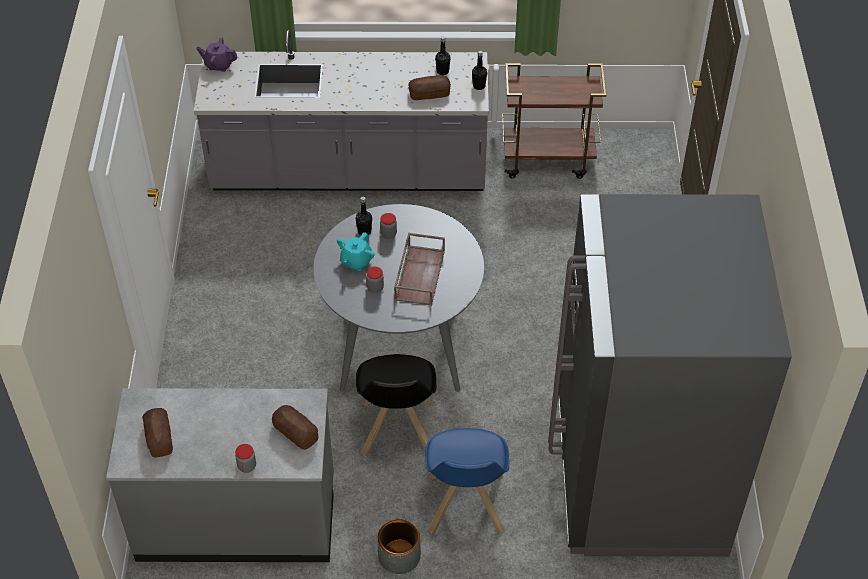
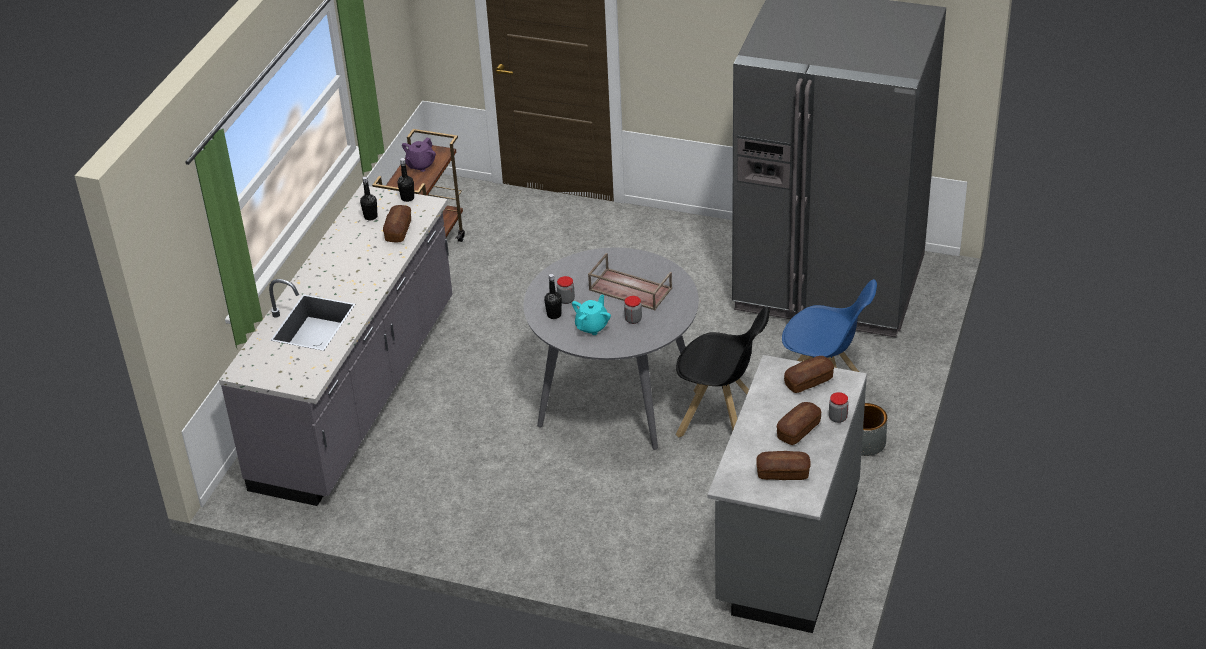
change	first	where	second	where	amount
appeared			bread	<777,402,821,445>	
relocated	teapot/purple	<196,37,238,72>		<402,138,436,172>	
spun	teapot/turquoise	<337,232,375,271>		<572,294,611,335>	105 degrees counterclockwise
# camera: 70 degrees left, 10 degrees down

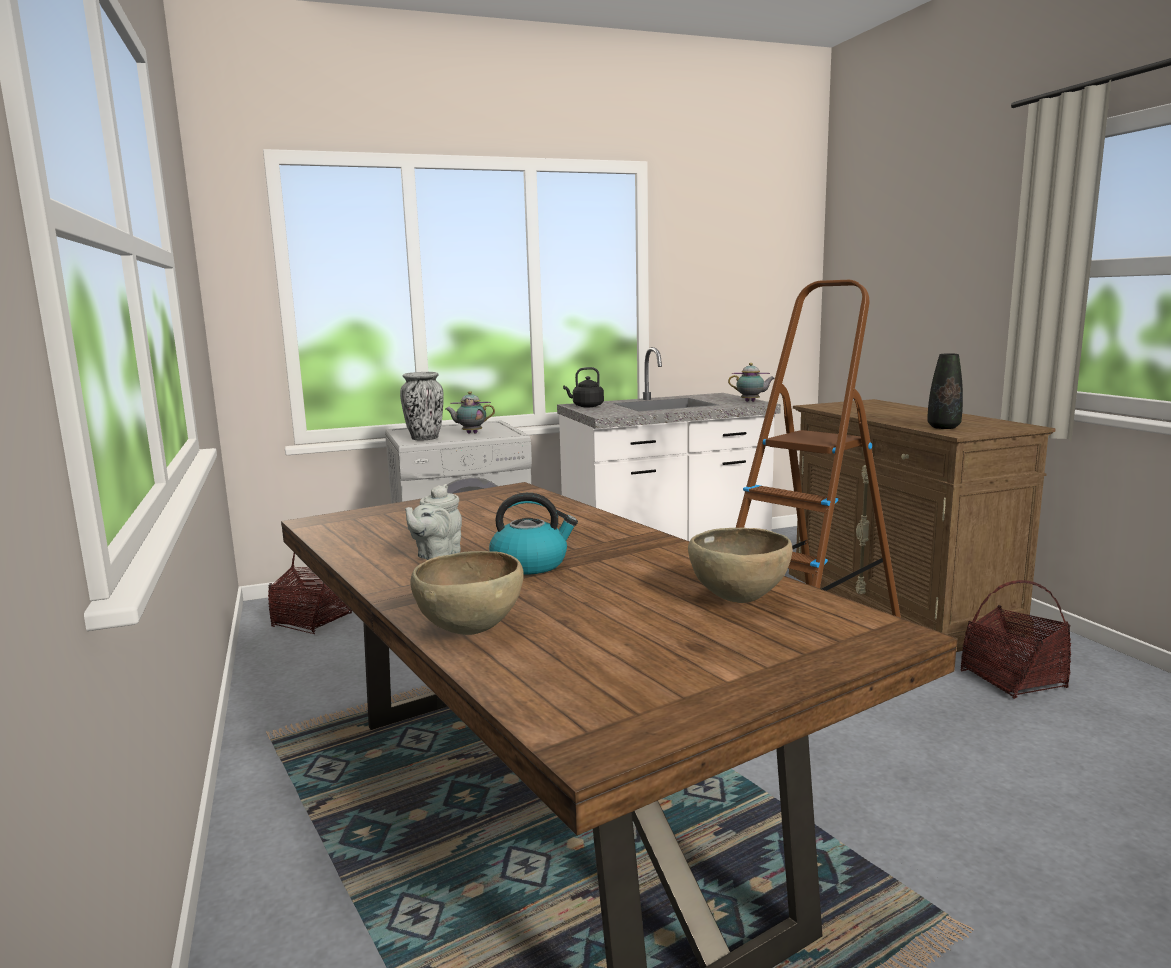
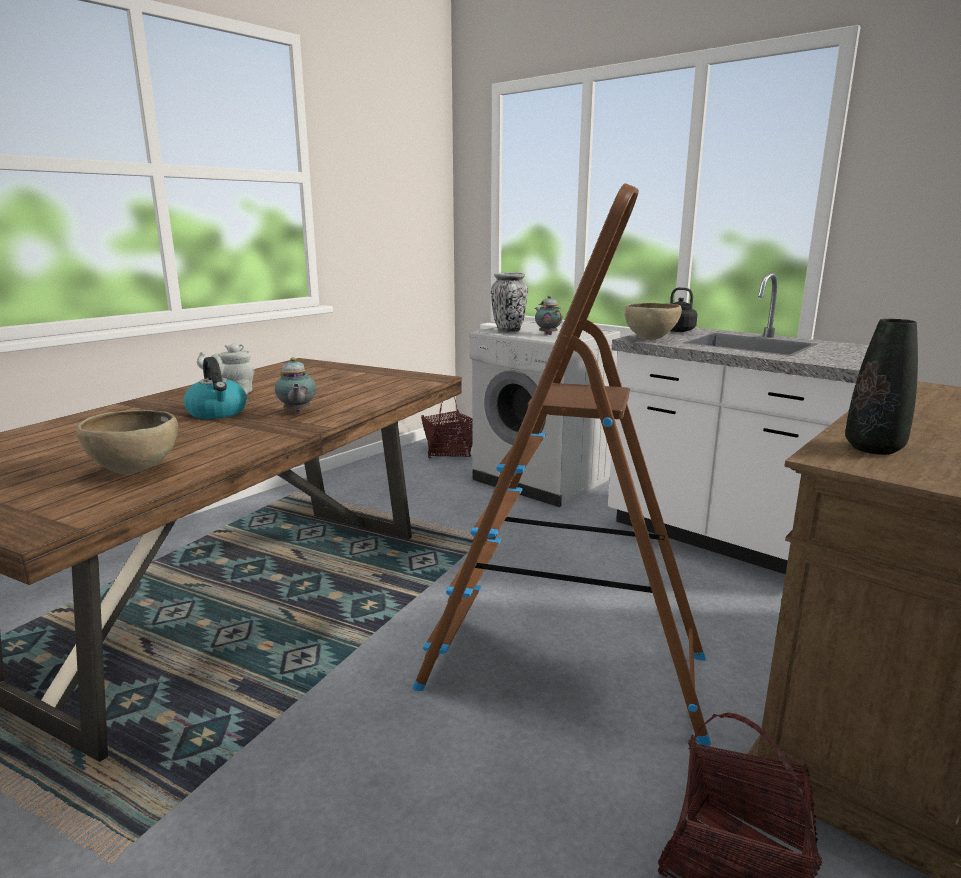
change	first	where	second	where	amount
relocated	bowl/brown	<410,551,524,635>		<624,303,682,340>	
relocated	teapot	<728,363,775,402>		<275,357,316,414>	
# camera: 60 degrees right, 5 degrees up

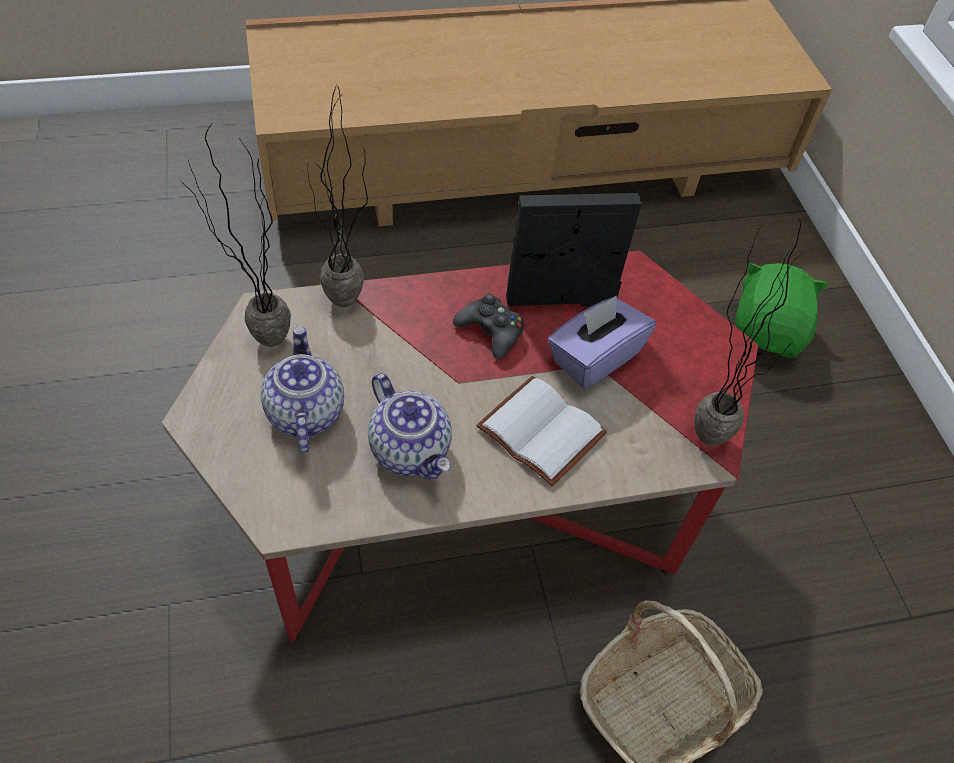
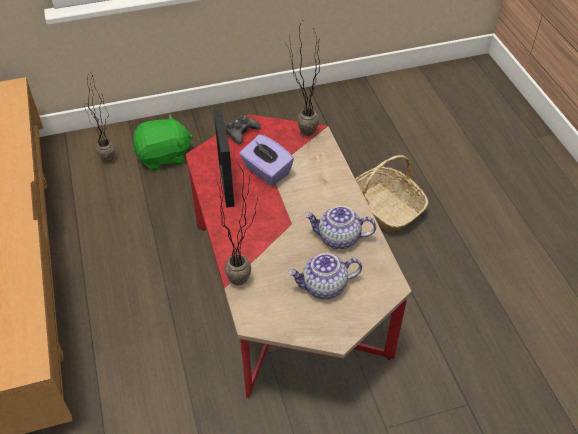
change	first	where	second	where	amount
missing	book/white	<476,376,607,486>			
relocated	potted plant	<180,124,291,347>		<84,72,115,162>	
relocated	game controller/black	<453,294,524,359>		<226,115,261,144>	
spun	teapot	<368,373,452,480>		<305,206,376,249>	135 degrees counterclockwise
spun	plush toy/green	<735,262,829,358>		<133,114,193,171>	150 degrees clockwise
# camera: 90 degrees left, 5 degrees down

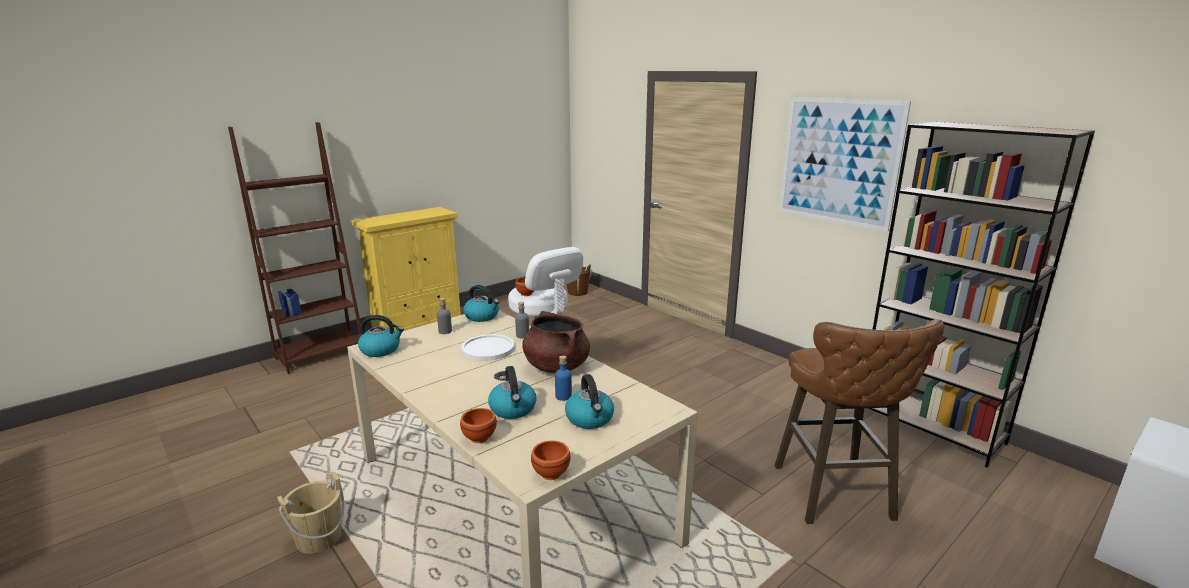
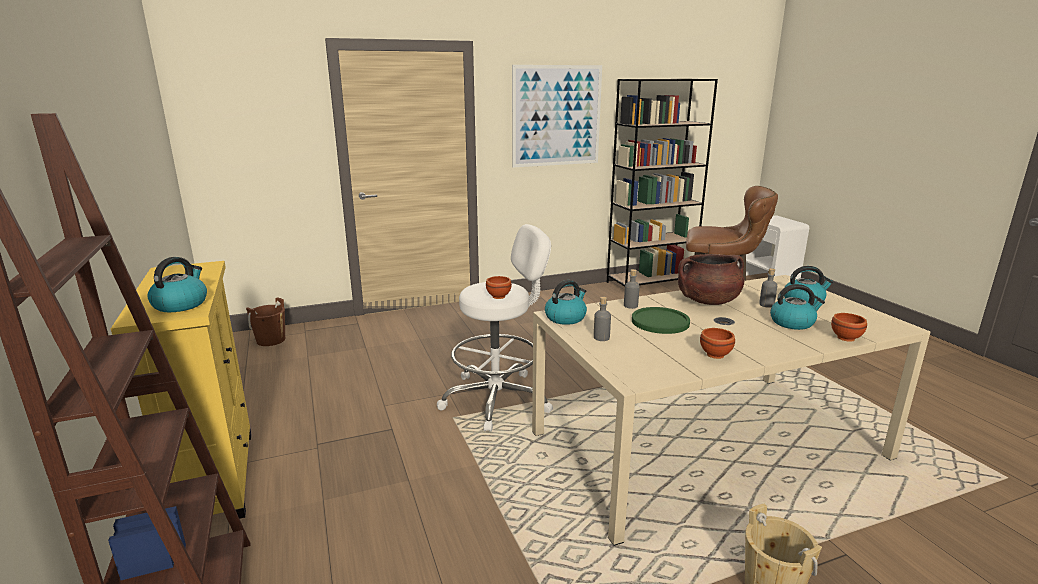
change	first	where	second	where	amount
relocated	kettle	<358,315,404,357>		<147,257,207,312>	
relocated	bowl/brown	<531,440,570,480>		<700,328,735,359>	
colour	plate/white	<461,334,515,361>	plate/green	<632,307,690,334>	
colour	bottle/blue	<555,356,572,401>	bottle/grey	<759,268,777,308>	
# camera: 70 degrees left, 0 degrees up

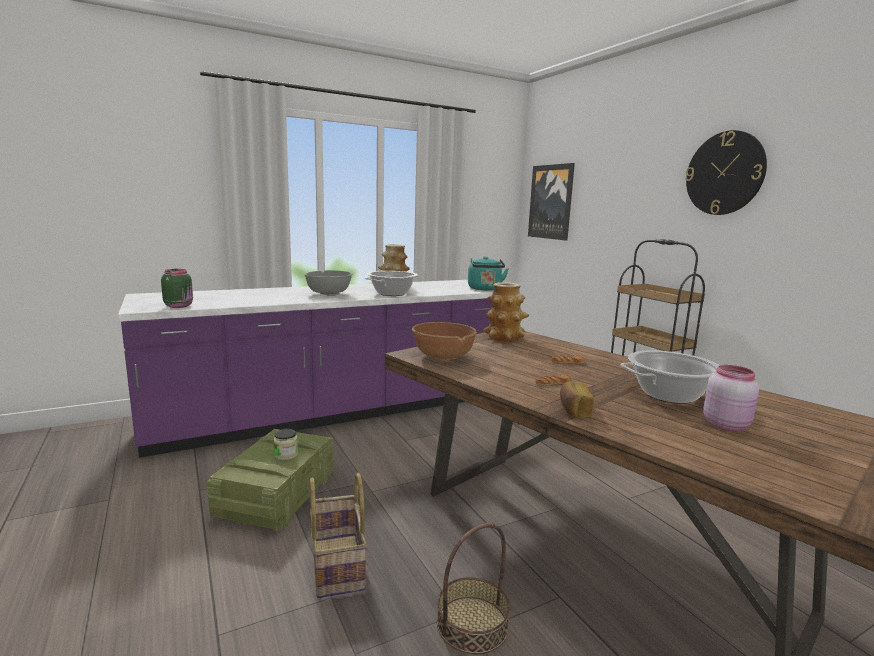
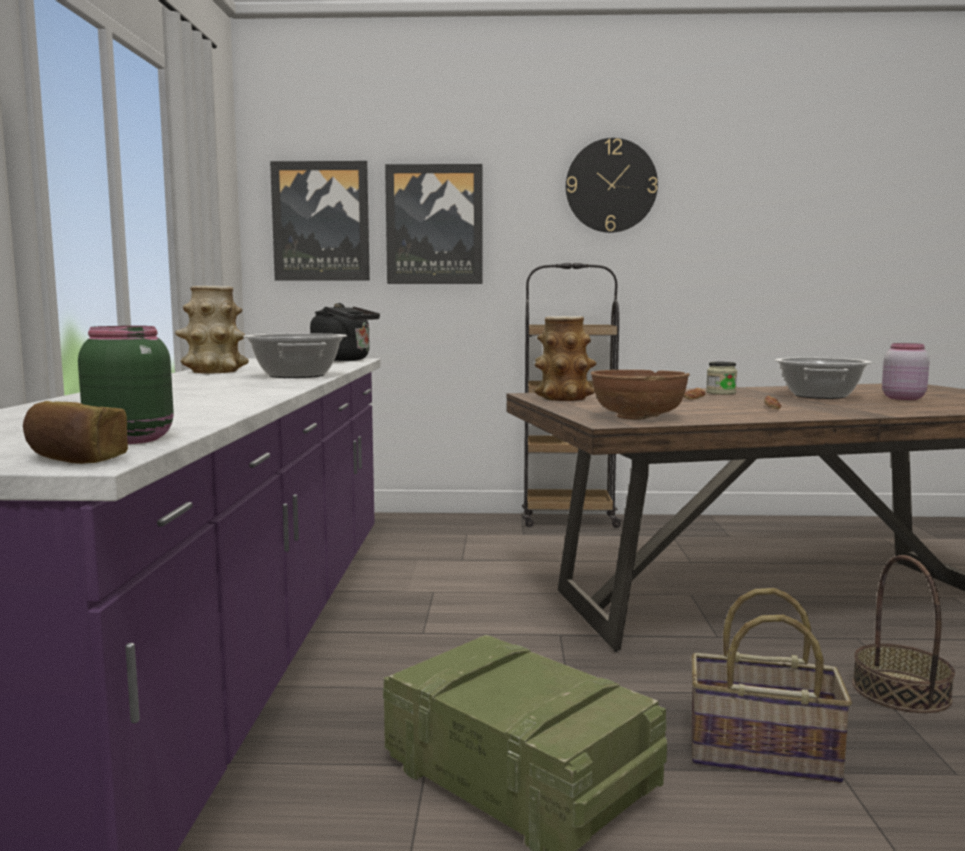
change	first	where	second	where	amount
missing	bowl/grey	<304,270,352,296>			
appeared			picture	<385,164,482,284>	
relocated	jar	<274,429,298,460>		<706,362,737,395>	
relocated	bread	<560,382,594,418>		<23,401,128,464>	
colour	kettle/turquoise	<468,256,509,290>	kettle/black	<310,303,380,361>	
# camera: 60 degrees left, 5 degrees down

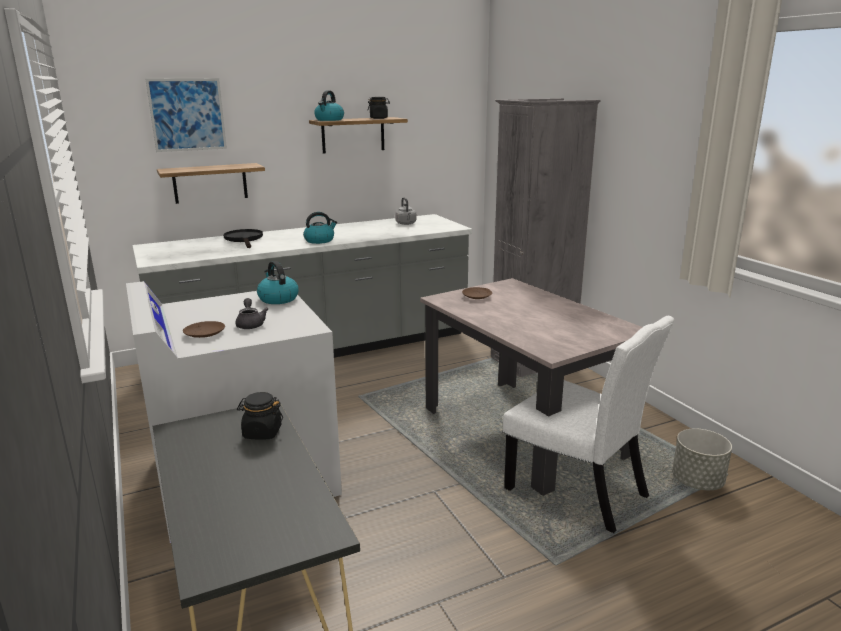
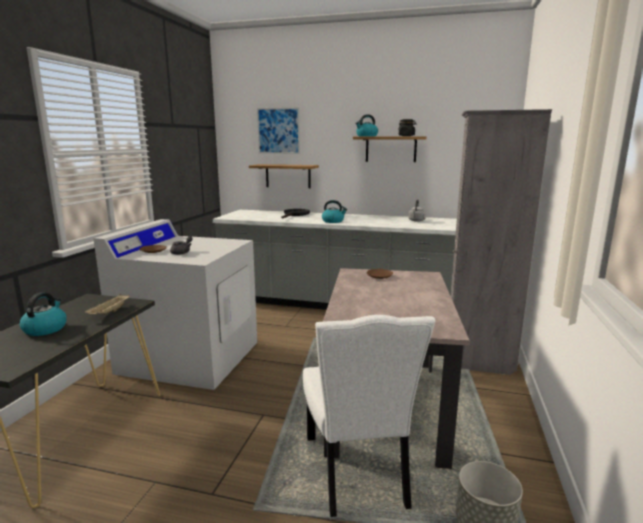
change	first	where	second	where	amount
relocated	kettle	<257,261,299,304>		<20,292,67,336>	
exchanged	jar/black	<237,392,283,440>	tray/beige	<85,294,130,314>	
# camera: 40 degrees right, 5 degrees down

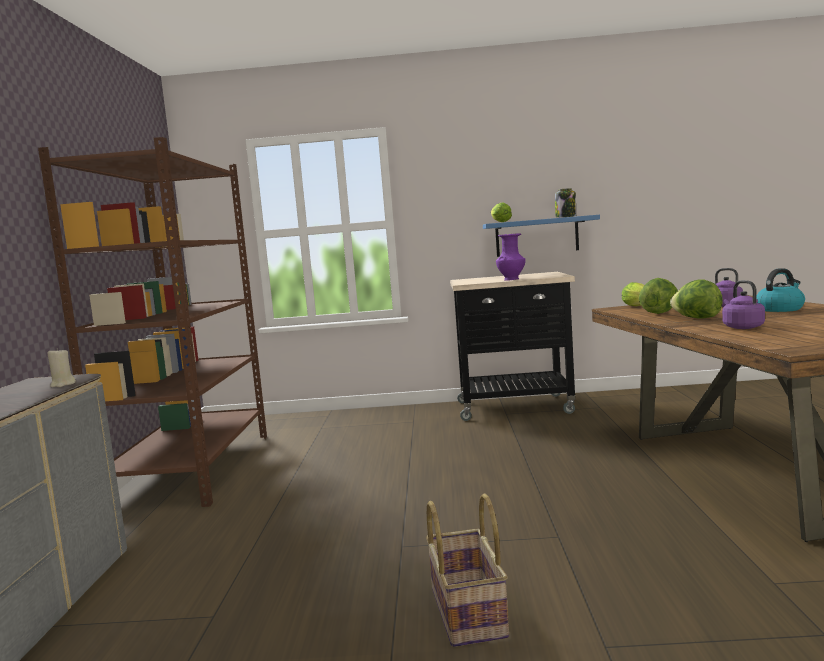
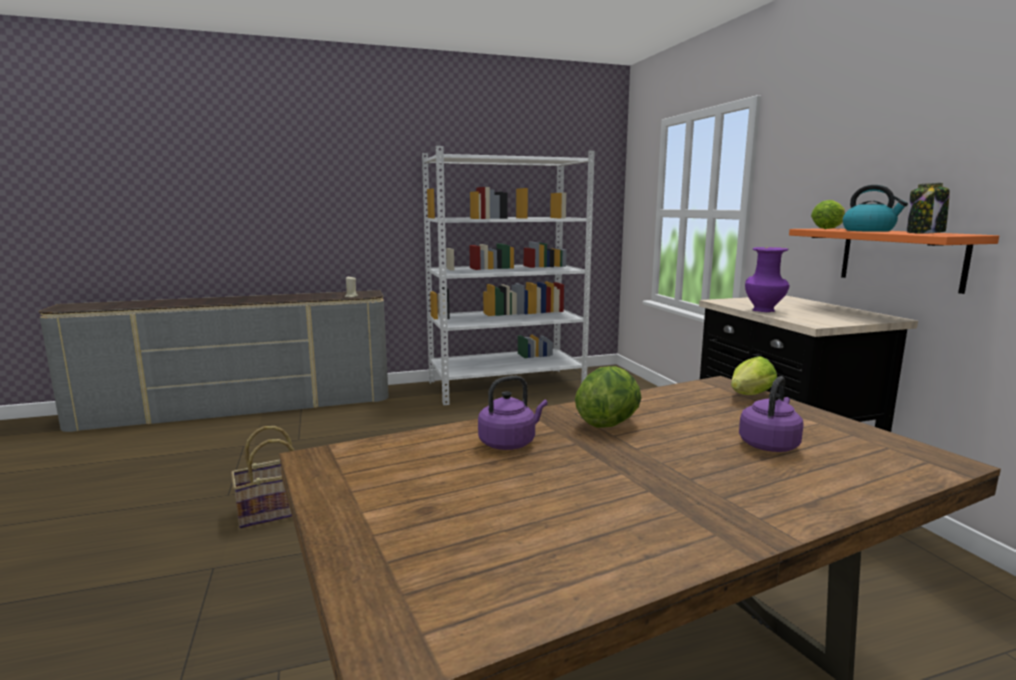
change	first	where	second	where	amount
missing	lettuce	<639,278,678,314>			
relocated	kettle	<756,268,805,312>		<842,185,908,232>	
colour	bookcase/brown	<38,137,267,507>	bookcase/white	<422,146,595,405>	
colour	shelf/blue	<483,215,600,257>	shelf/orange	<789,228,999,294>	
# camera: 70 degrees right, 5 degrees up

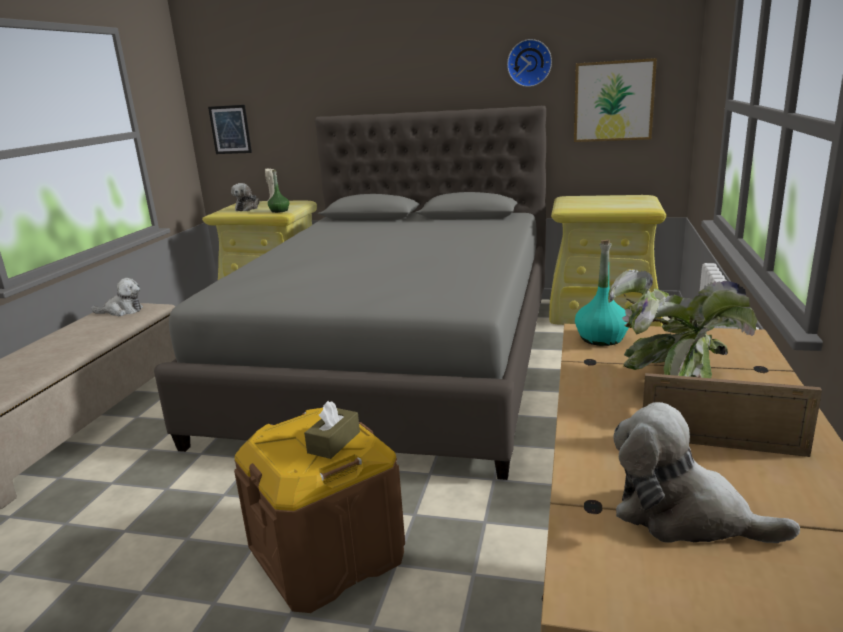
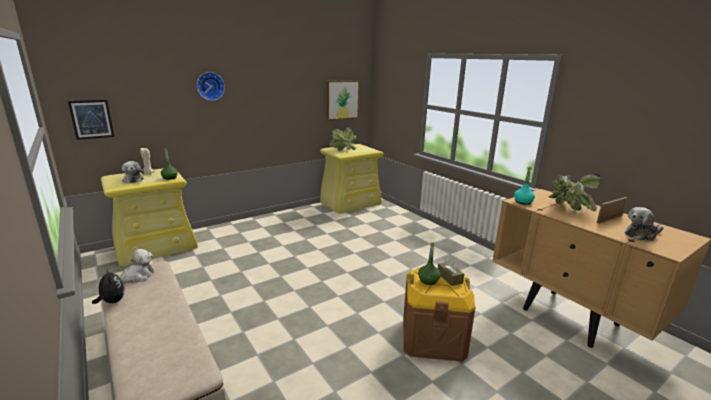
change	first	where	second	where	amount
missing	bed/grey	<154,106,546,480>			
appeared			plush toy	<92,269,125,304>	
appeared			potted plant	<330,127,357,150>	
appeared			bottle/green	<418,242,441,285>	
relocated	wall clock	<507,39,552,87>		<197,72,225,101>	
# camera: 50 degrees left, 0 degrees up

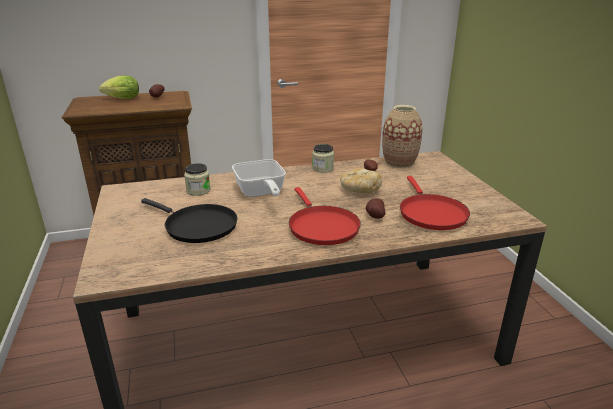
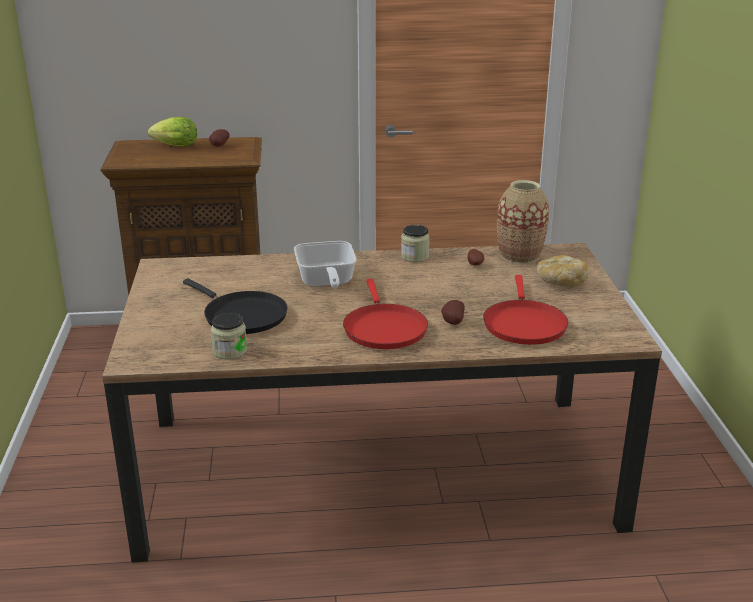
change	first	where	second	where	amount
relocated	jar	<184,163,211,196>		<211,313,247,360>	
relocated	bread	<340,168,382,193>		<537,255,589,287>	
# camera: 10 degrees right, 0 degrees up

